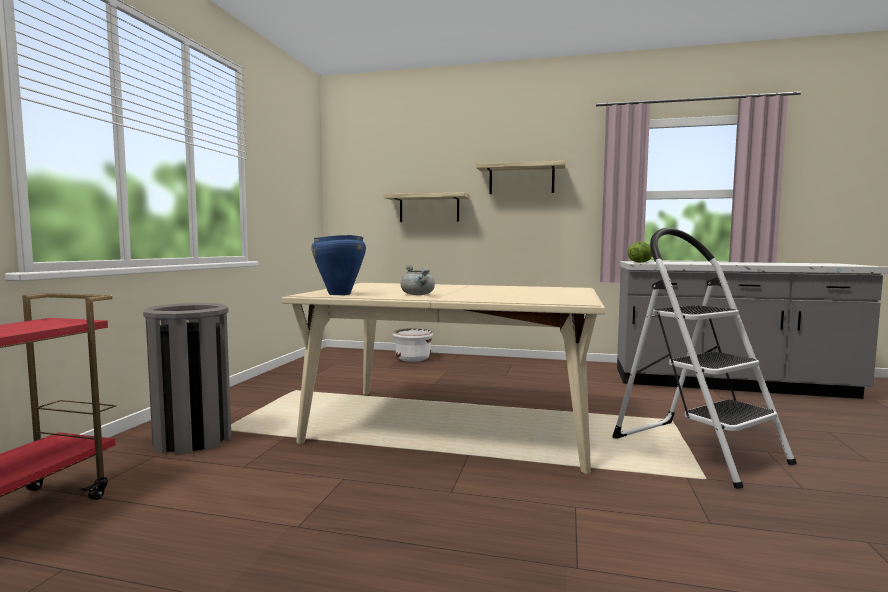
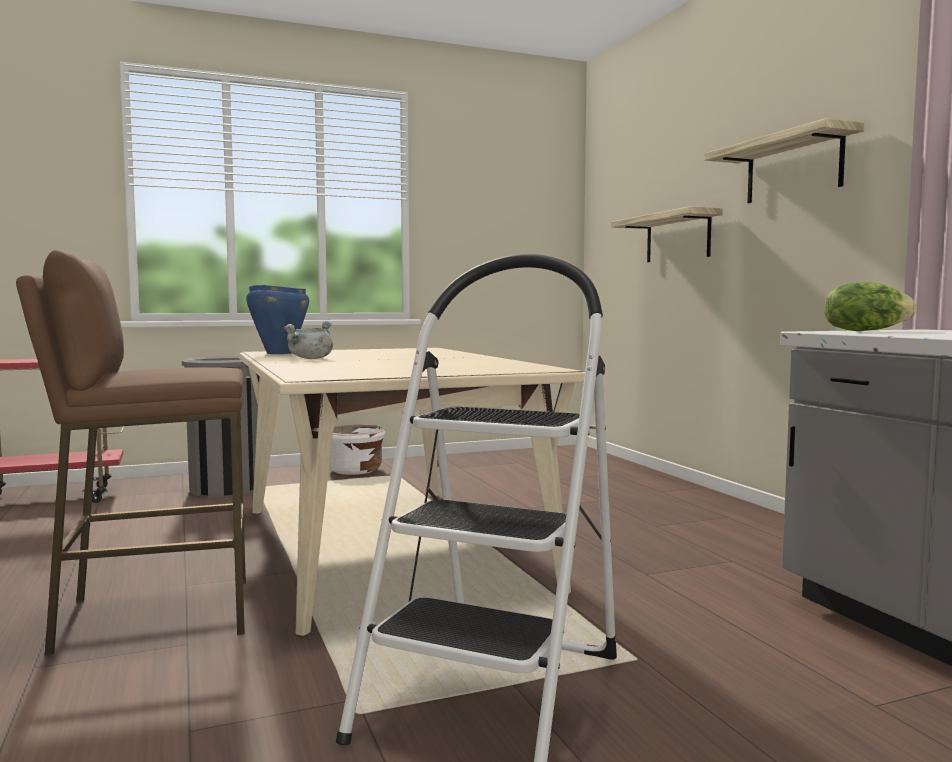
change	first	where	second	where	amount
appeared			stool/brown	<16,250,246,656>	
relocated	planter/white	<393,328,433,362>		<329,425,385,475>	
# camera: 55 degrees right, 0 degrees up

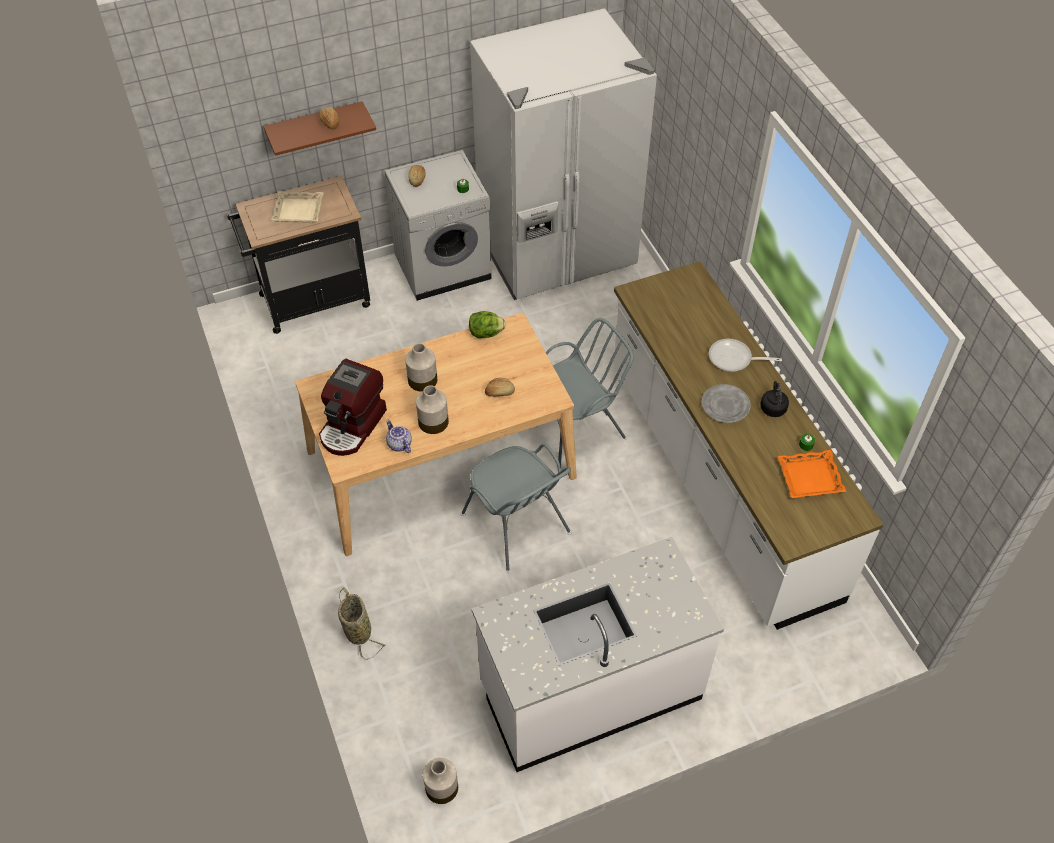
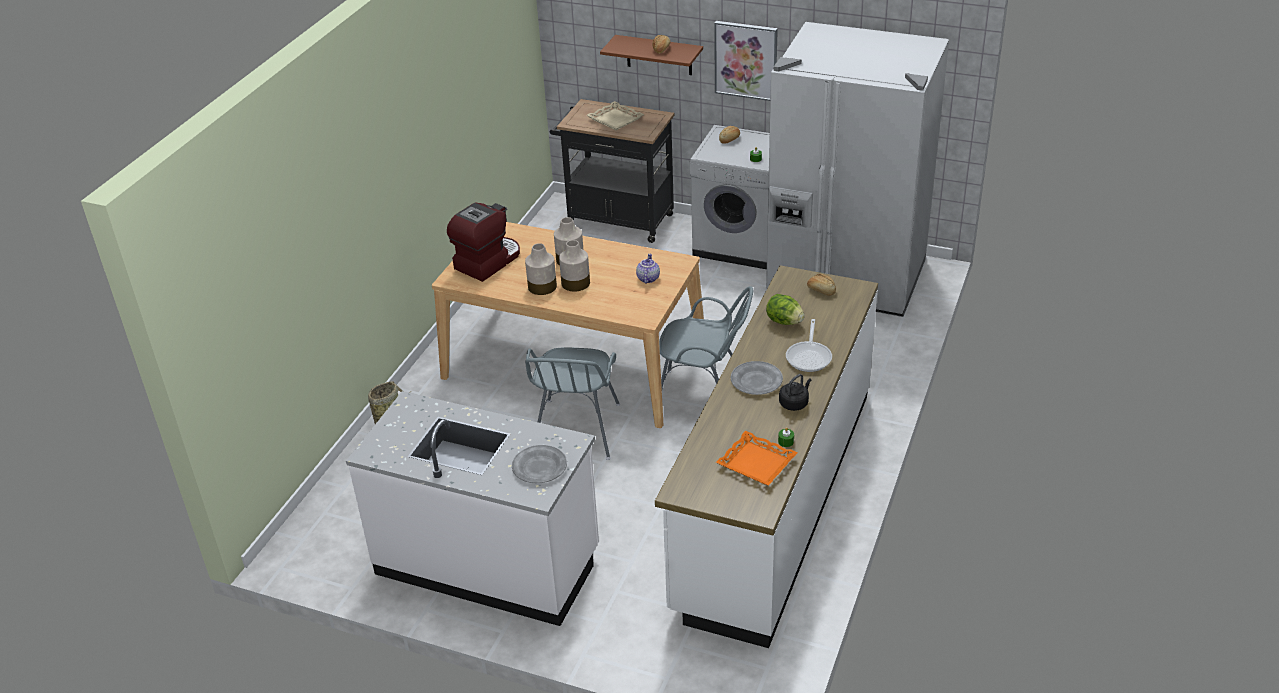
change	first	where	second	where	amount
appeared			plate/grey	<512,445,567,483>	
appeared			picture	<714,21,778,101>	
relocated	teapot	<386,420,412,453>		<636,254,660,284>	
relocated	vase/beige	<423,758,458,804>		<559,240,590,292>	
relocated	lettuce	<469,311,506,338>		<766,294,805,325>	
relocated	bread	<485,378,515,397>		<807,274,836,296>	
spun	coffee machine	<319,359,387,456>		<447,203,520,282>	150 degrees clockwise
spun	frying pan	<709,339,782,372>		<786,319,832,372>	135 degrees counterclockwise
# camera: 45 degrees right, 15 degrees down

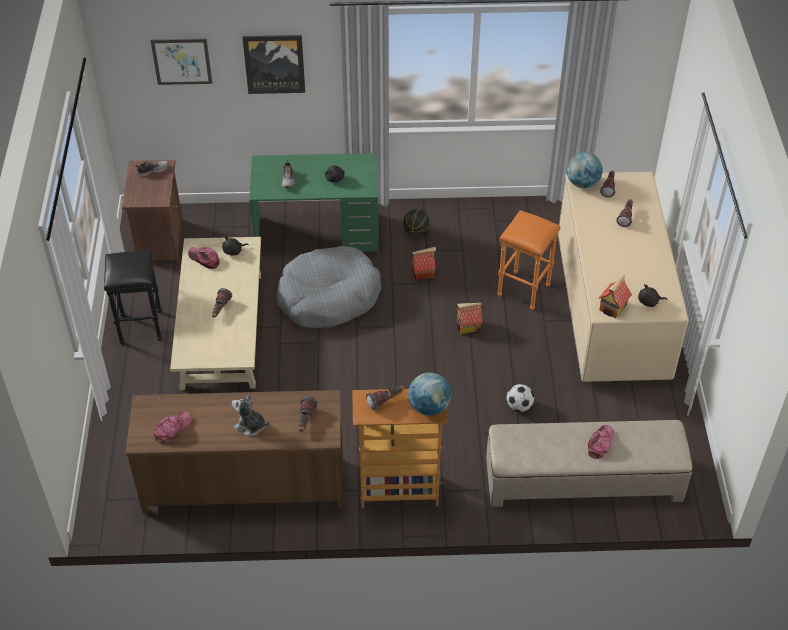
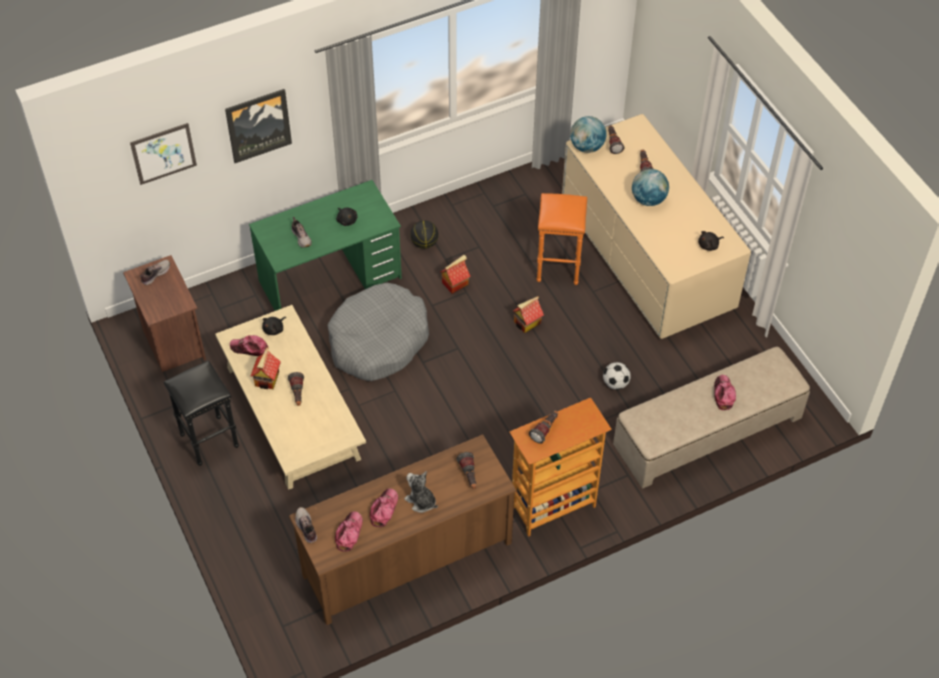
change	first	where	second	where	amount
appeared			shoe	<295,507,317,543>	
appeared			cap	<370,488,398,527>	
relocated	globe	<408,373,452,416>		<632,169,669,206>	
relocated	toy house	<599,276,632,319>		<251,348,281,389>	
spun	plush toy	<232,393,270,436>		<404,471,438,513>	45 degrees clockwise
# camera: 25 degrees left, 5 degrees up

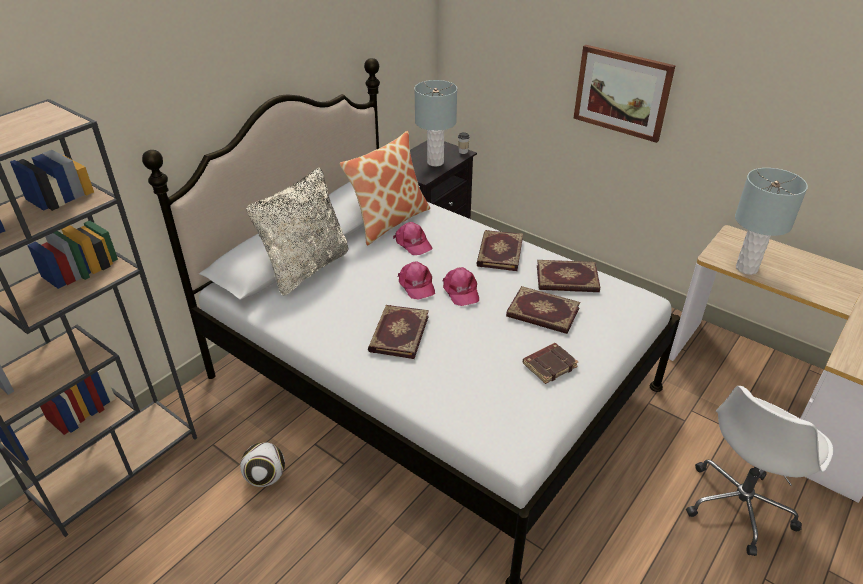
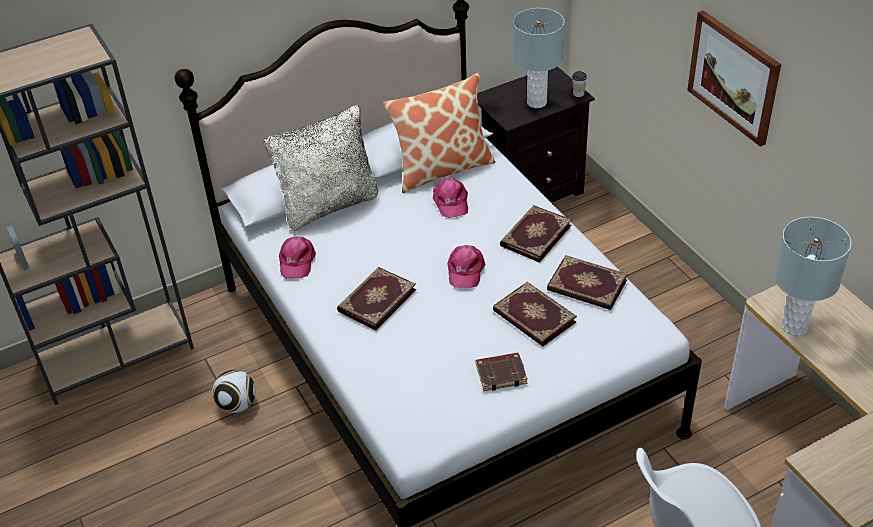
change	first	where	second	where	amount
relocated	cap/pink	<398,261,435,299>		<279,236,316,278>	
# camera: 25 degrees right, 5 degrees up

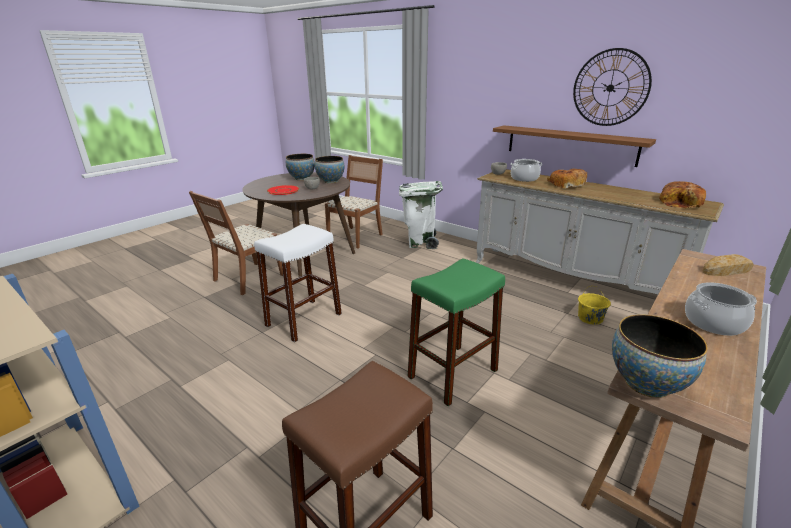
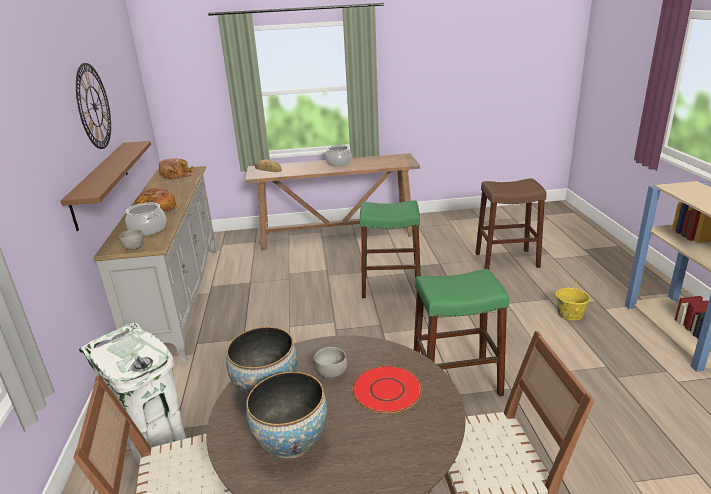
change	first	where	second	where	amount
missing	bowl	<612,314,708,398>			
relocated	bucket/yellow	<578,286,611,325>		<556,285,590,321>	
colour	stool/white	<254,224,342,342>	stool/green	<414,269,509,397>	
# camera: 135 degrees left, 0 degrees up

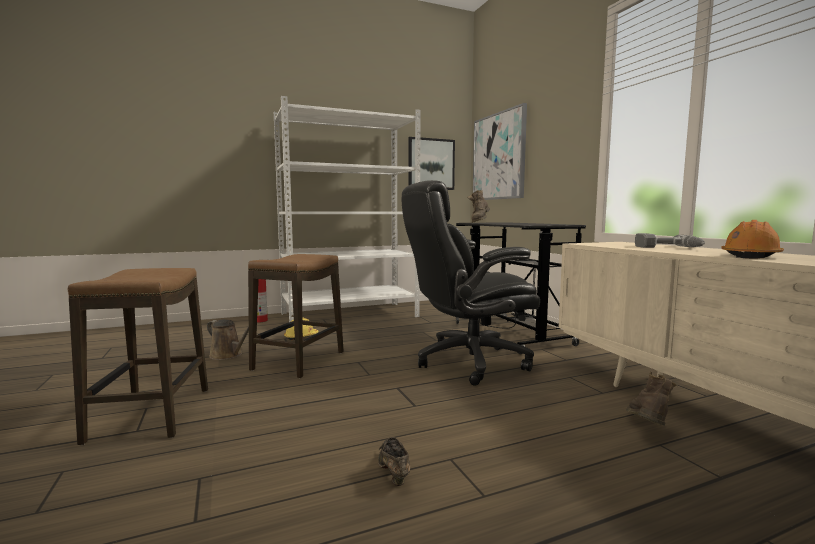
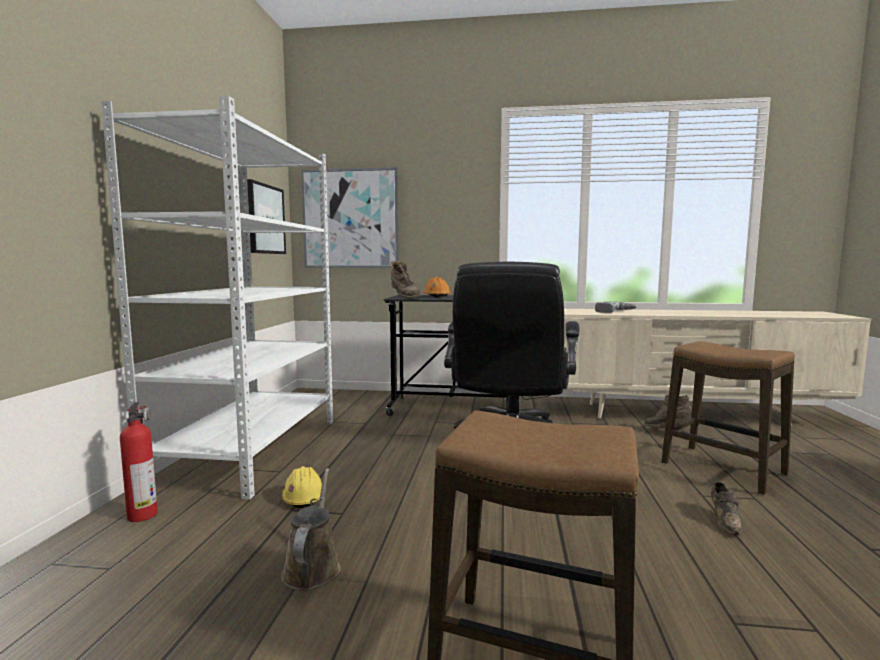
change	first	where	second	where	amount
relocated	stool	<248,254,344,378>		<661,341,795,495>	
relocated	hard hat/orange	<722,220,784,259>		<423,277,451,298>	
spun	watering can/brown	<207,319,249,360>		<281,468,341,590>	60 degrees counterclockwise
spun	shoe/brown	<378,437,410,486>		<711,482,742,535>	90 degrees counterclockwise
# camera: 60 degrees left, 0 degrees up

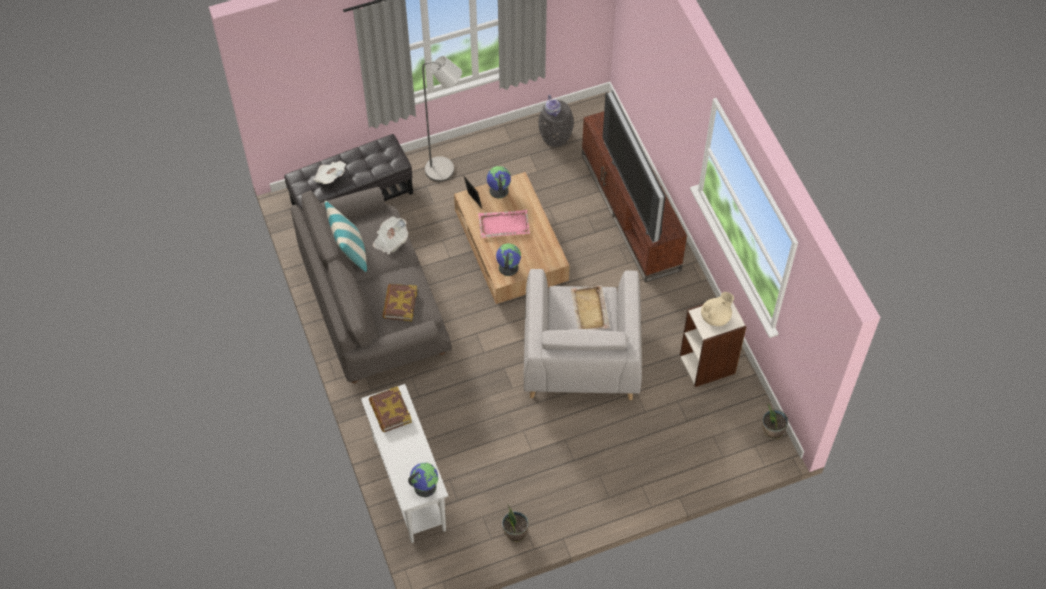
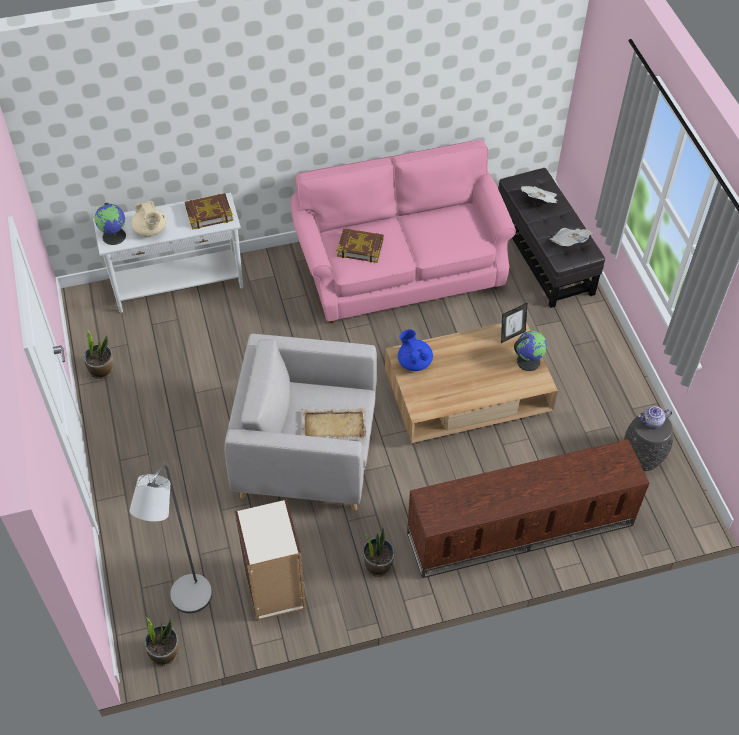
change	first	where	second	where	amount
missing	pillow	<324,201,367,272>			
missing	tray/pink	<478,209,530,238>			
missing	television	<602,91,666,243>			
appeared			potted plant	<363,525,395,577>	
relocated	newspaper	<373,216,408,255>		<549,228,593,246>	
relocated	floor lamp/grey	<422,56,462,182>		<130,465,212,613>	
relocated	teapot/beige	<701,292,734,326>		<131,201,166,237>	
exchanged	globe	<496,243,521,276>	teapot/blue	<398,329,433,371>	
colour	sofa/grey	<291,187,452,383>	sofa/pink	<291,140,516,323>	
# camera: 95 degrees right, 5 degrees down

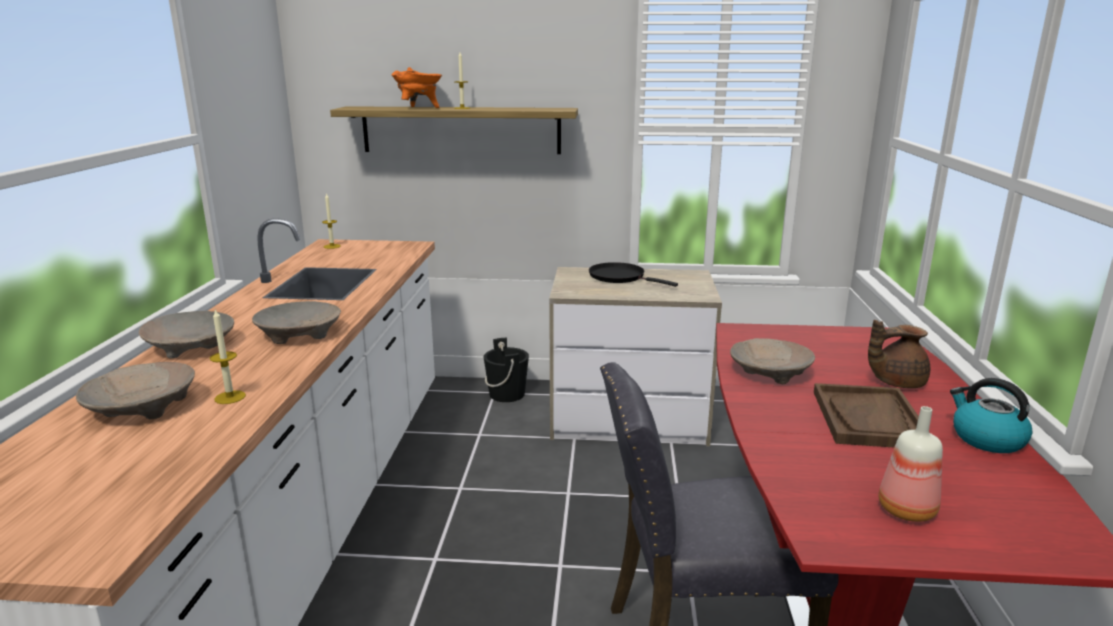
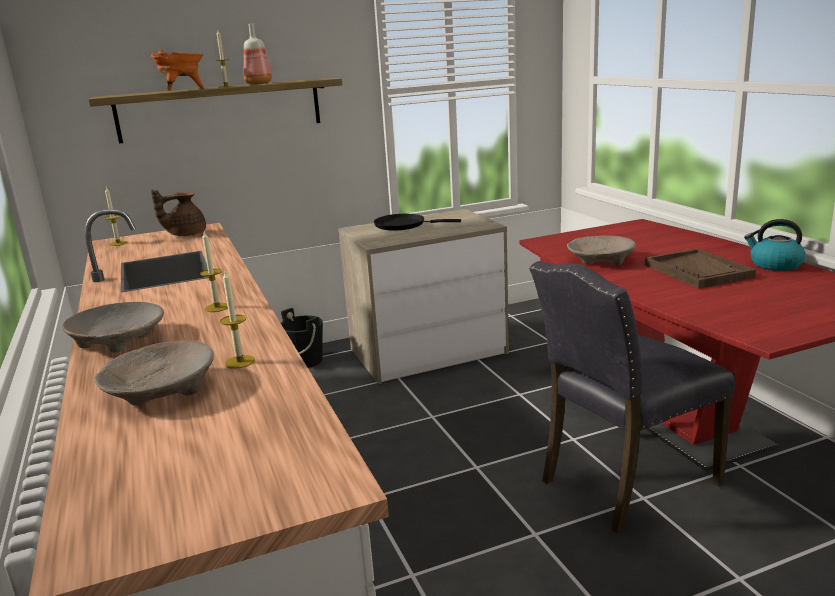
change	first	where	second	where	amount
relocated	teapot/brown	<868,320,930,388>		<151,190,206,236>	
relocated	bottle	<878,406,943,522>		<244,24,272,84>	
exchanged	bowl/beige	<252,301,341,344>	candle	<200,232,228,312>	
# camera: 25 degrees left, 0 degrees up

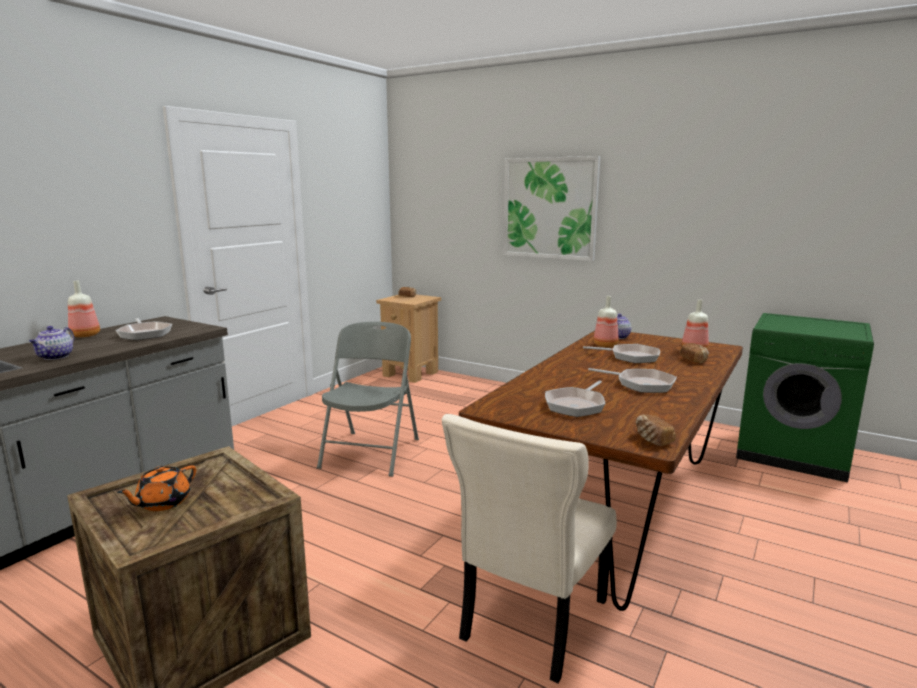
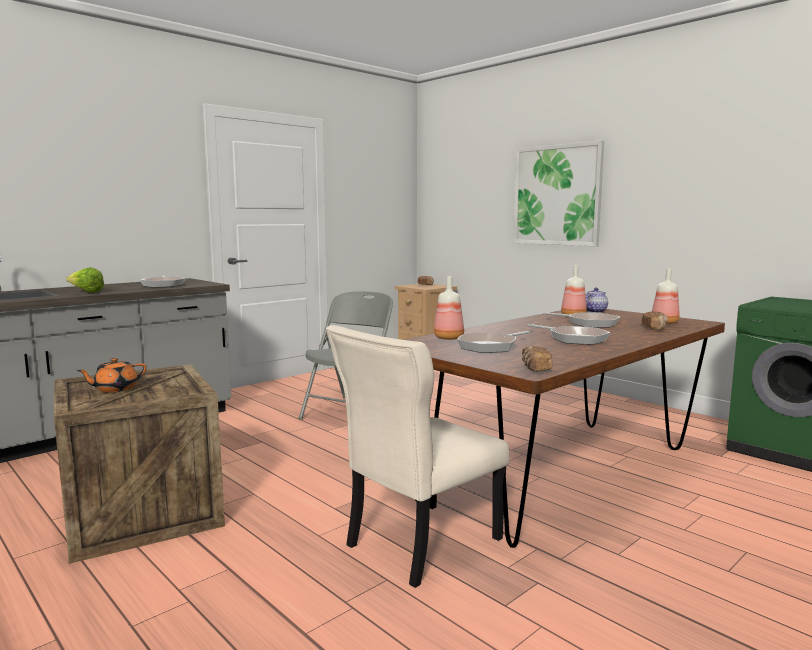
change	first	where	second	where	amount
relocated	bottle	<68,280,100,337>		<434,276,464,340>	
exchanged	teapot	<29,326,74,360>	lettuce	<66,267,104,293>	
# camera: 15 degrees right, 5 degrees down

